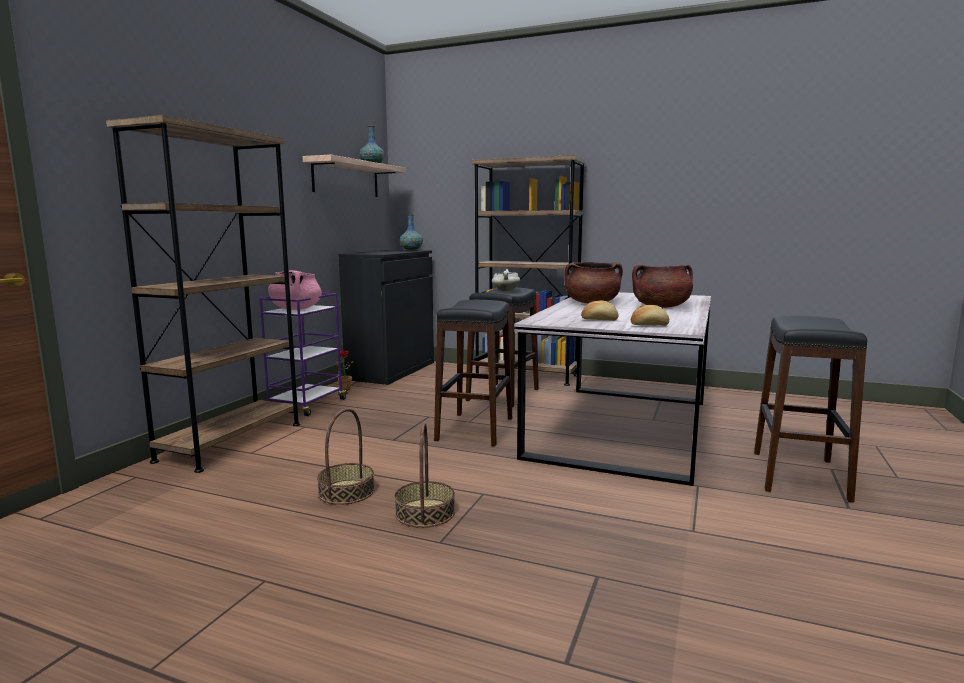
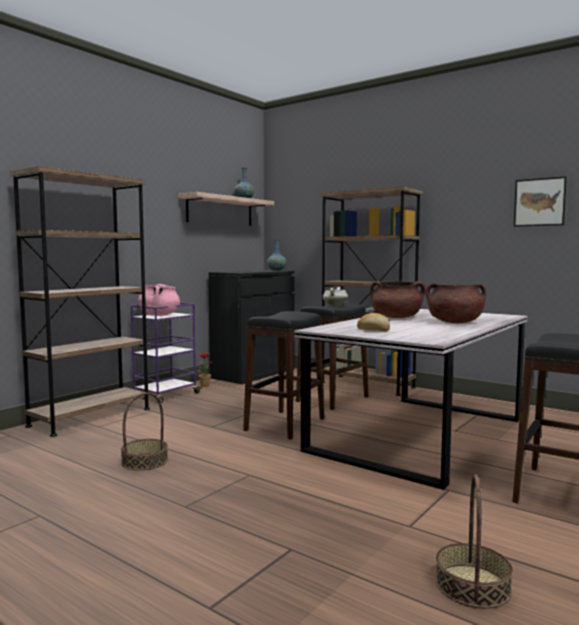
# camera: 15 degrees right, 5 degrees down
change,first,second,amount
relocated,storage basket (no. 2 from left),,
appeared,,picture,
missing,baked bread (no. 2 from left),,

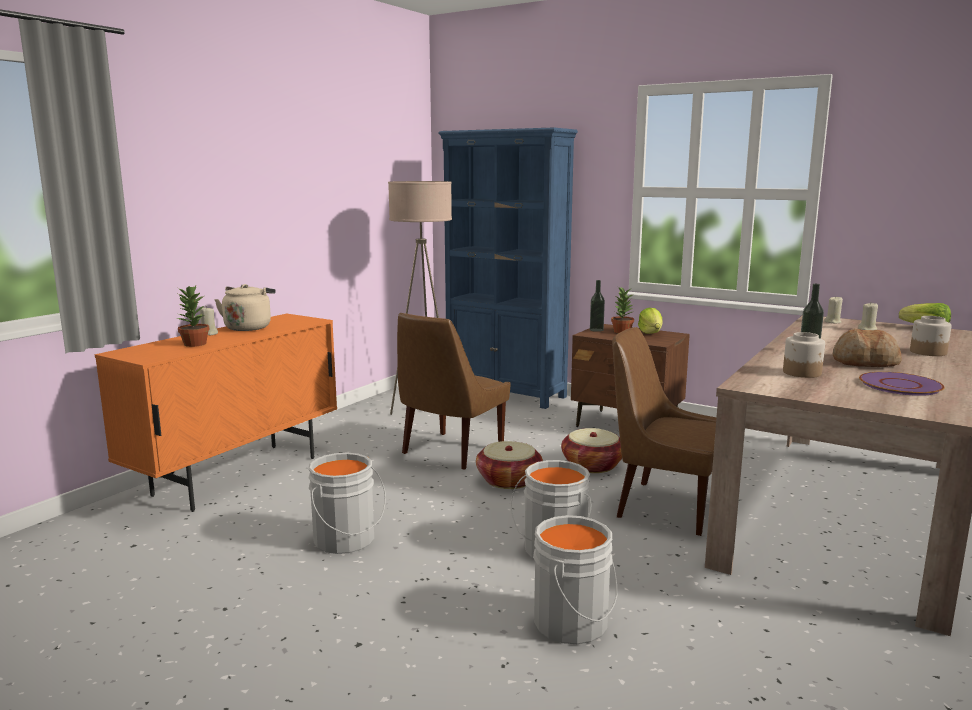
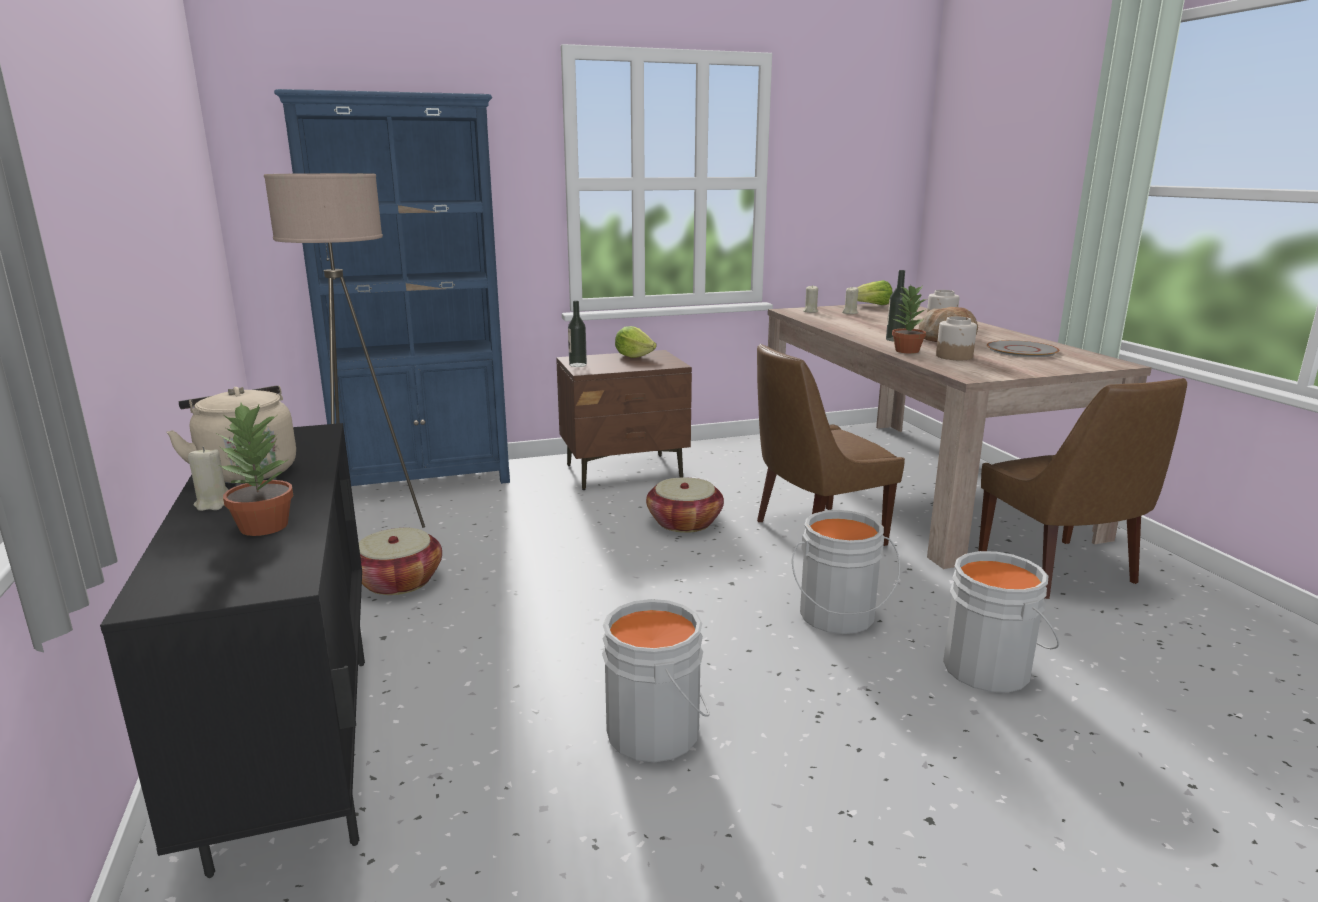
# camera: 50 degrees left, 5 degrees up
change,first,second,amount
colour,orange cupboard,black-coloured cupboard,
relocated,storage basket (no. 1 from left),,
relocated,plant in a pot (no. 2 from left),,
relocated,brown-coloured chair (no. 1 from left in the first image),brown-coloured chair (no. 2 from left),
colour,purplish plate,gray plate,

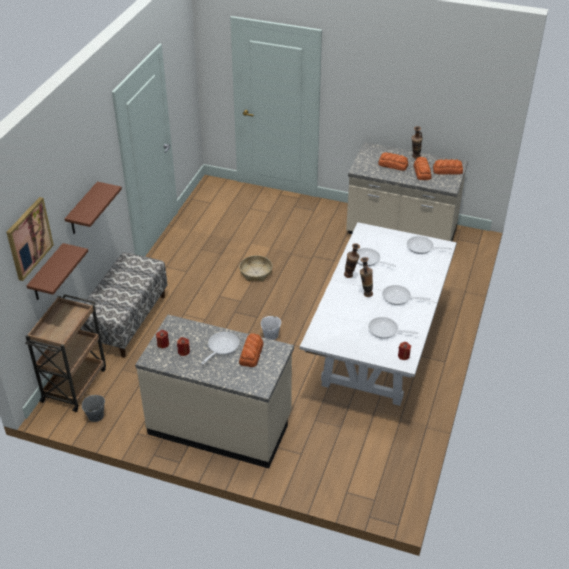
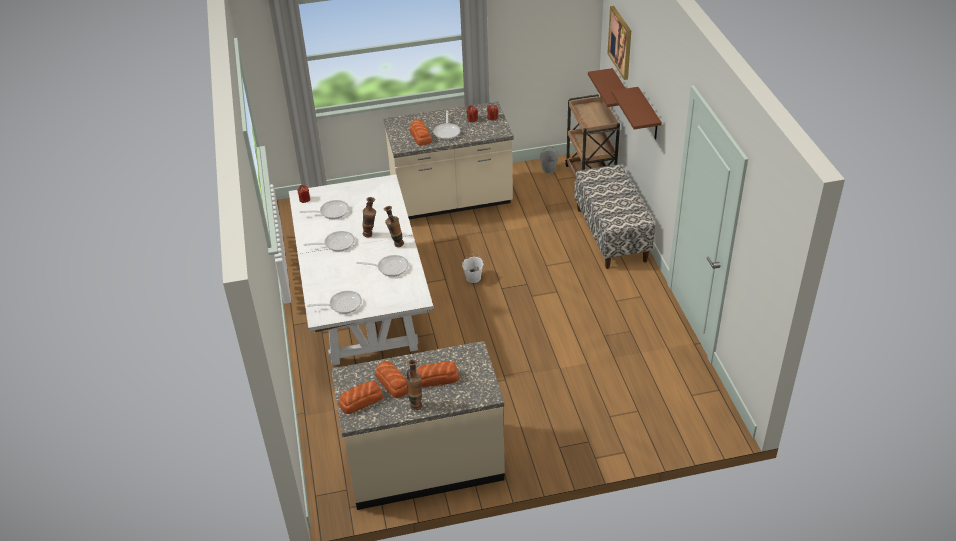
# camera: 150 degrees right, 0 degrees up
change,first,second,amount
missing,storage basket,,

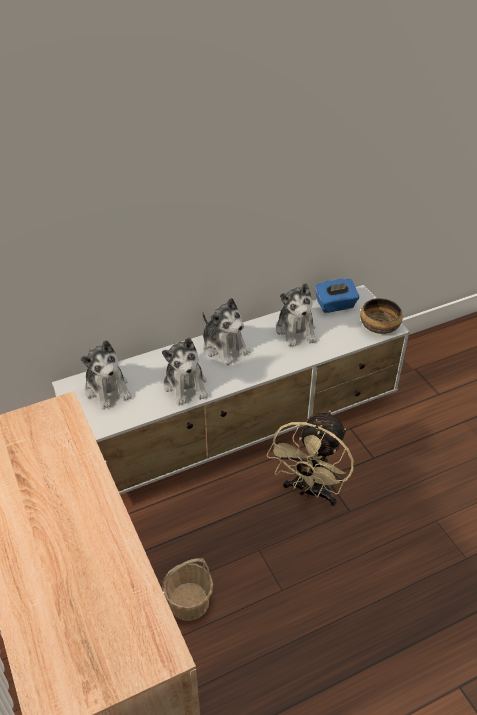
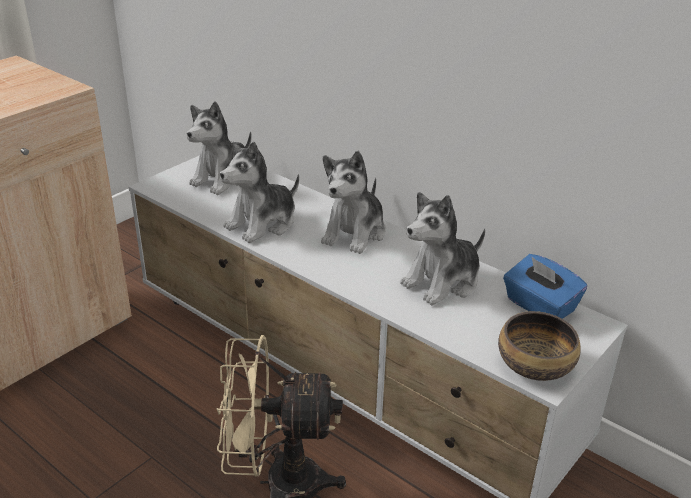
# camera: 65 degrees right, 10 degrees down
change,first,second,amount
missing,storage basket,,

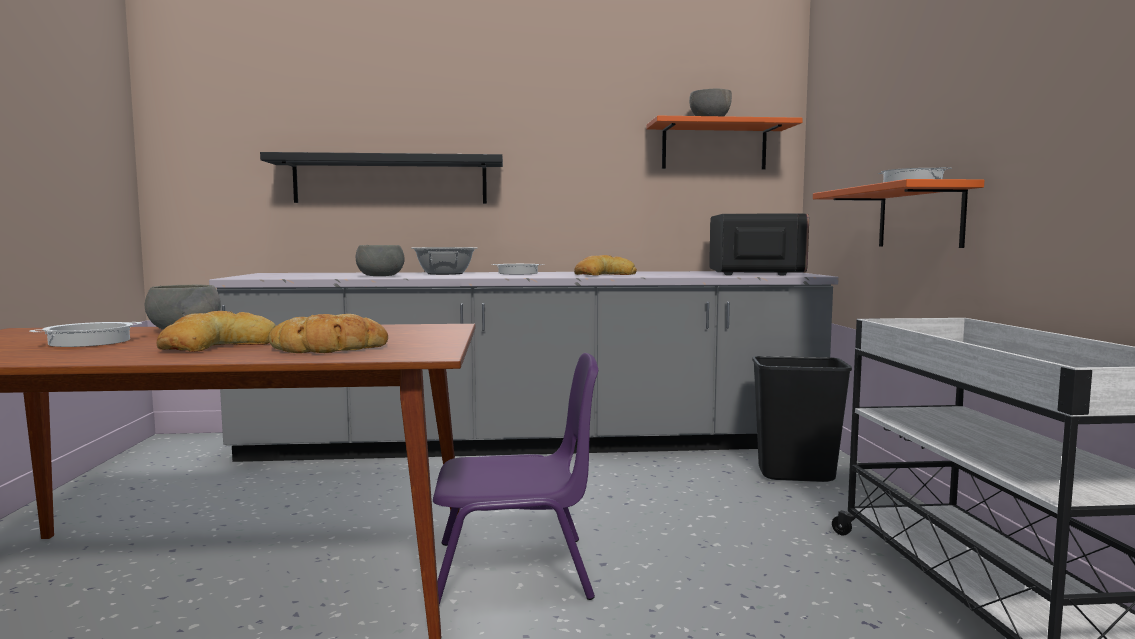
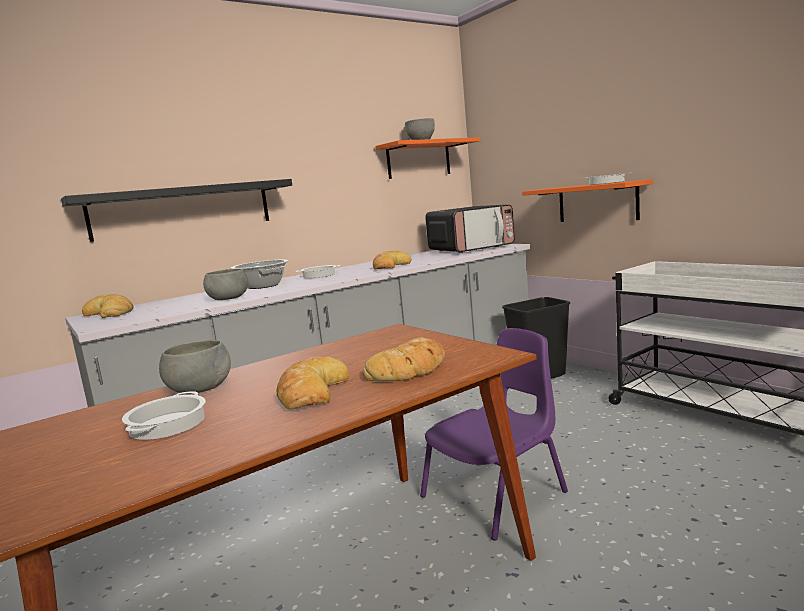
# camera: 30 degrees left, 5 degrees up
change,first,second,amount
appeared,,baked bread (no. 1 from left),
spun,kitchen microwave,,90 degrees clockwise

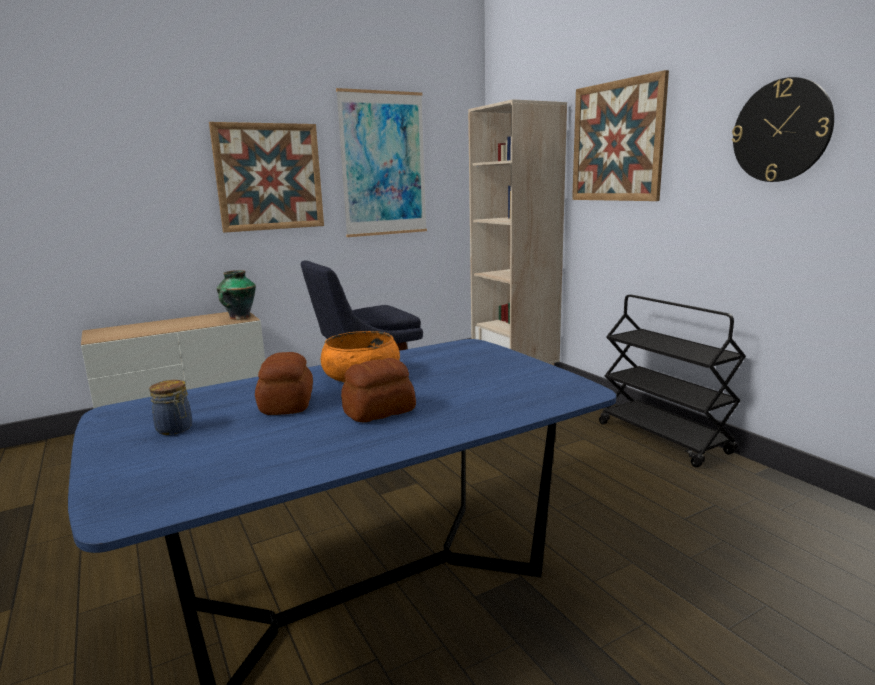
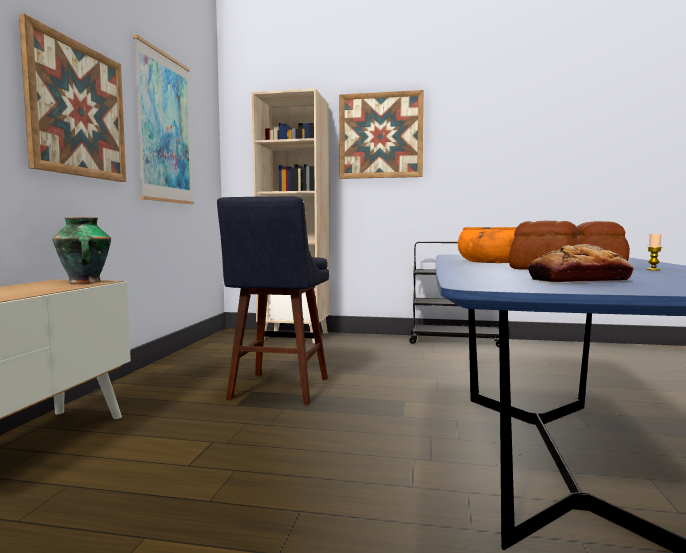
# camera: 50 degrees left, 10 degrees down
change,first,second,amount
exchanged,storage jar,baked bread (no. 2 from left),
appeared,,wax light,
missing,clock on the wall,,

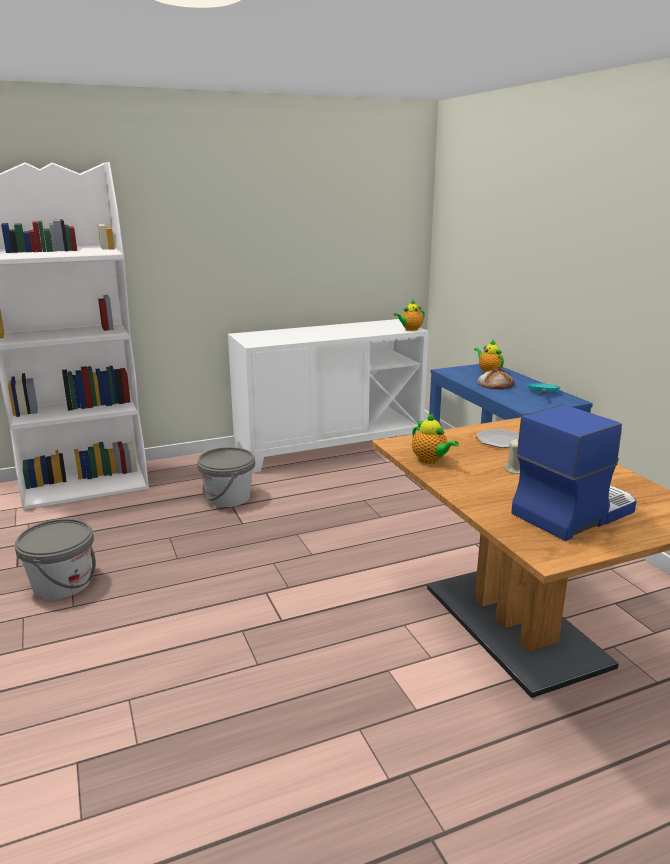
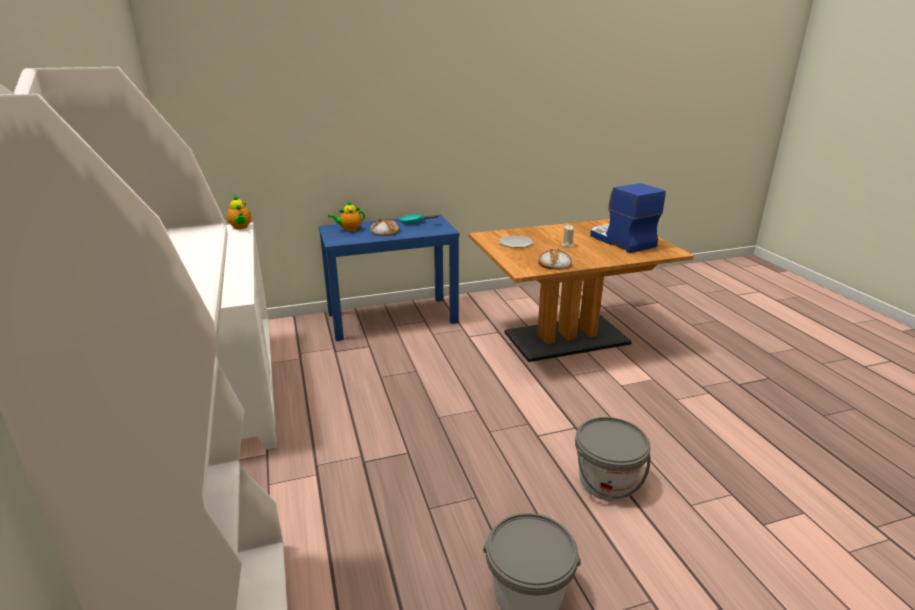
# camera: 85 degrees left, 5 degrees up
change,first,second,amount
exchanged,tea pot (no. 2 from left),baked bread (no. 2 from left),
relocated,gray pail (no. 2 from left),,

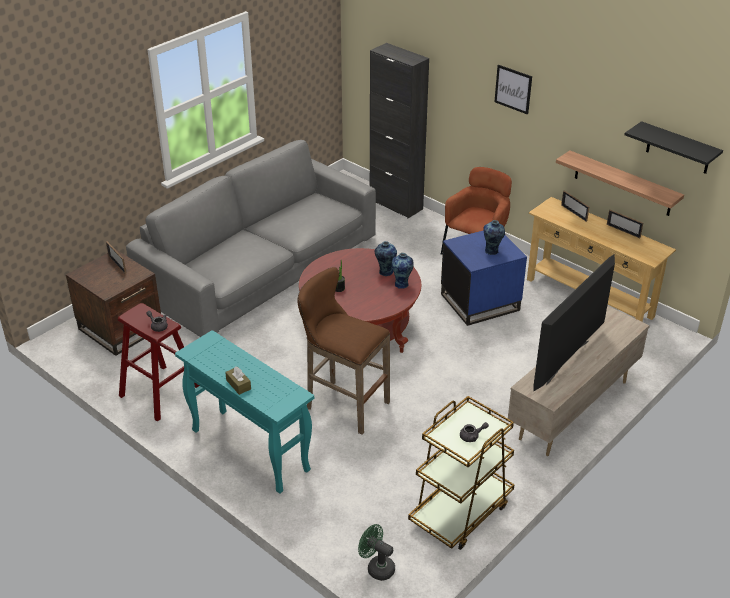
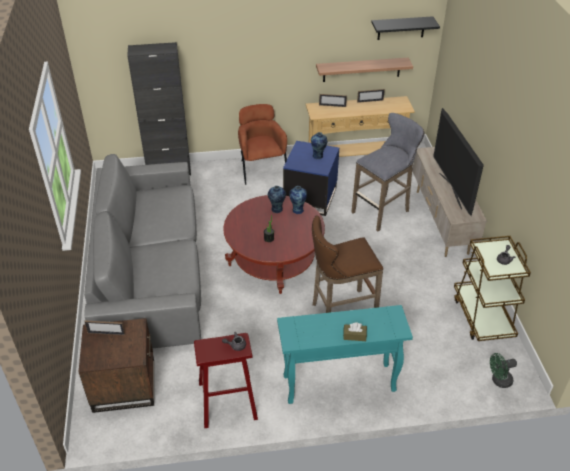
# camera: 50 degrees left, 5 degrees up
change,first,second,amount
appeared,,gray stool seat,
missing,picture,,

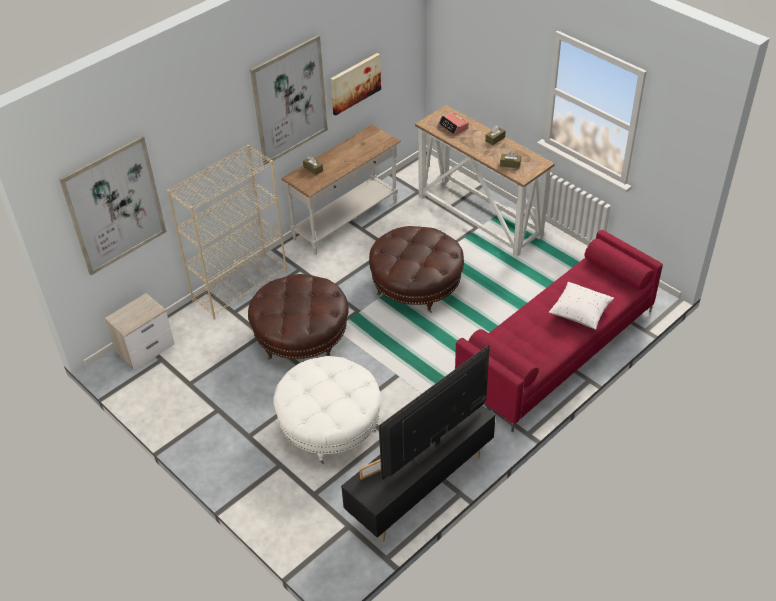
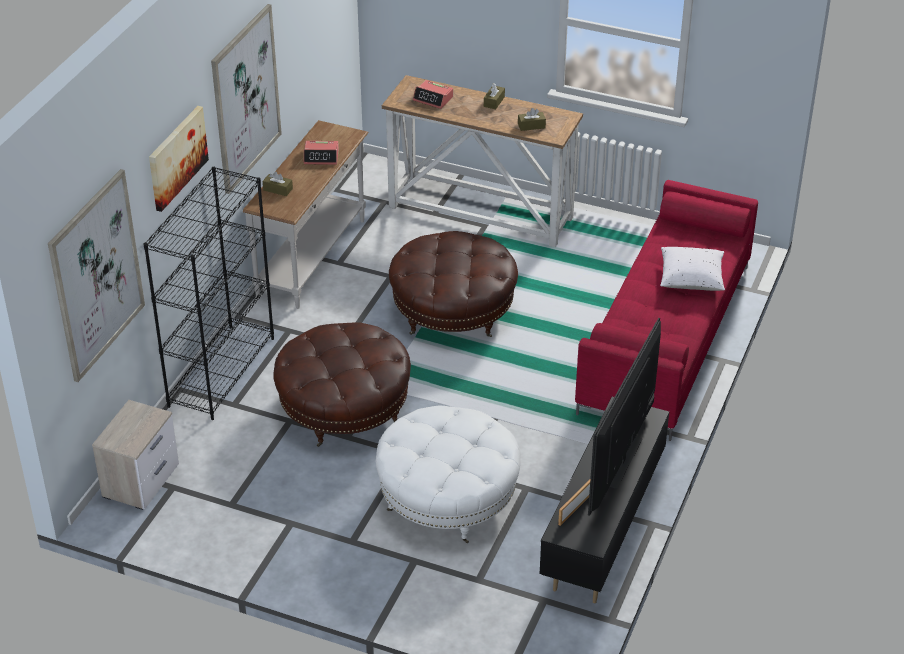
# camera: 25 degrees left, 5 degrees down
change,first,second,amount
colour,beige bookcase,black-coloured bookcase,
relocated,picture (no. 3 from left in the first image),picture (no. 2 from left),
appeared,,bedside clock (no. 1 from left),

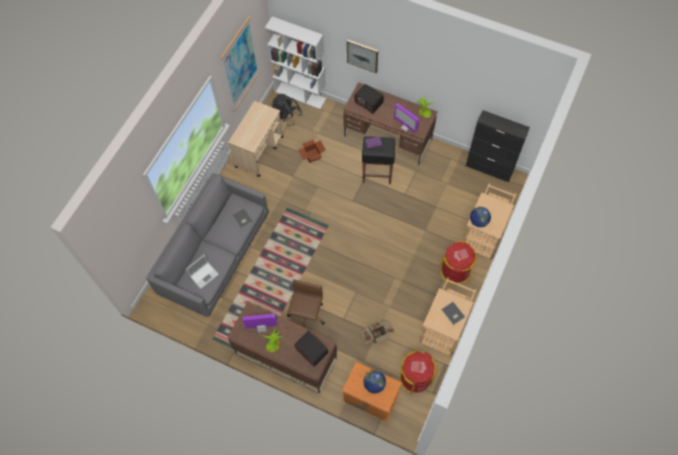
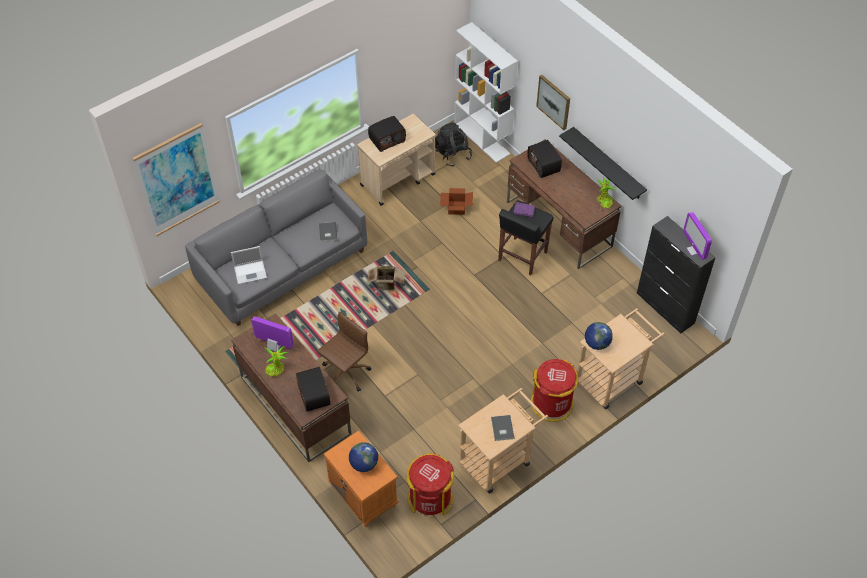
# camera: 25 degrees right, 10 degrees down
change,first,second,amount
relocated,picture (no. 1 from left),,
relocated,carton (no. 2 from left in the first image),carton (no. 1 from left),
appeared,,radio receiver (no. 2 from left),
appeared,,black-coloured bracket shelf,
relocated,monitor (no. 2 from left),,

